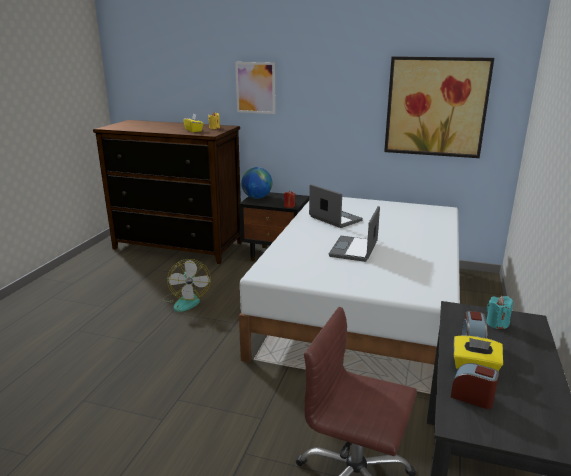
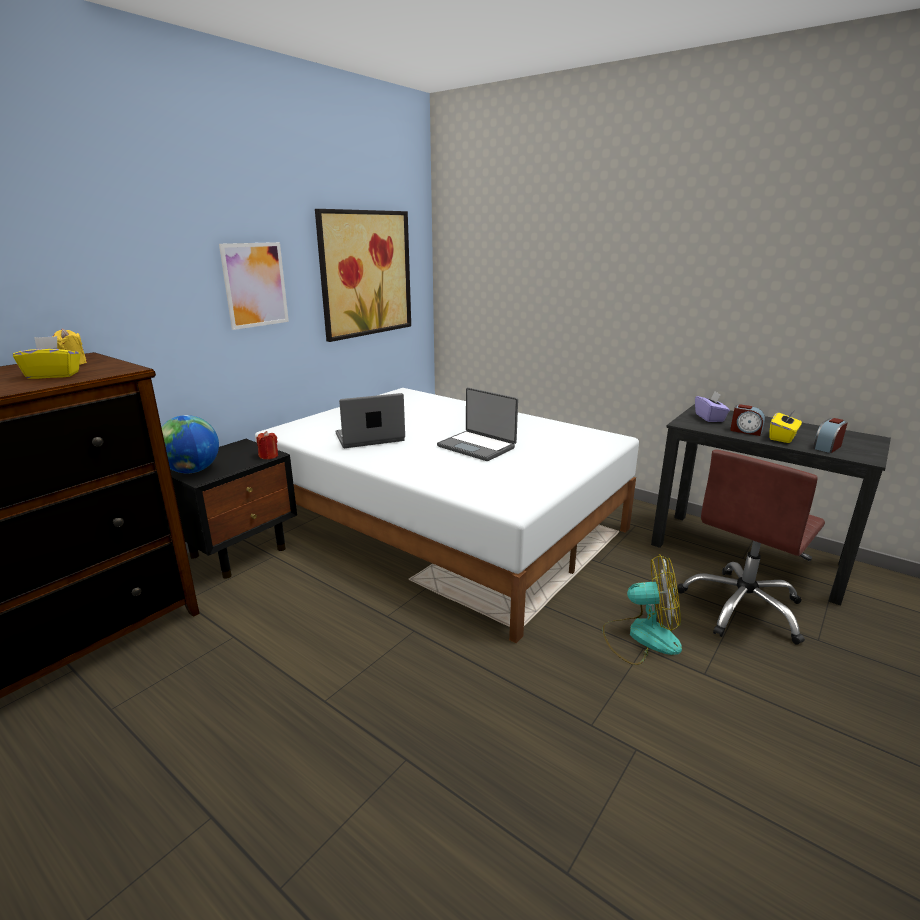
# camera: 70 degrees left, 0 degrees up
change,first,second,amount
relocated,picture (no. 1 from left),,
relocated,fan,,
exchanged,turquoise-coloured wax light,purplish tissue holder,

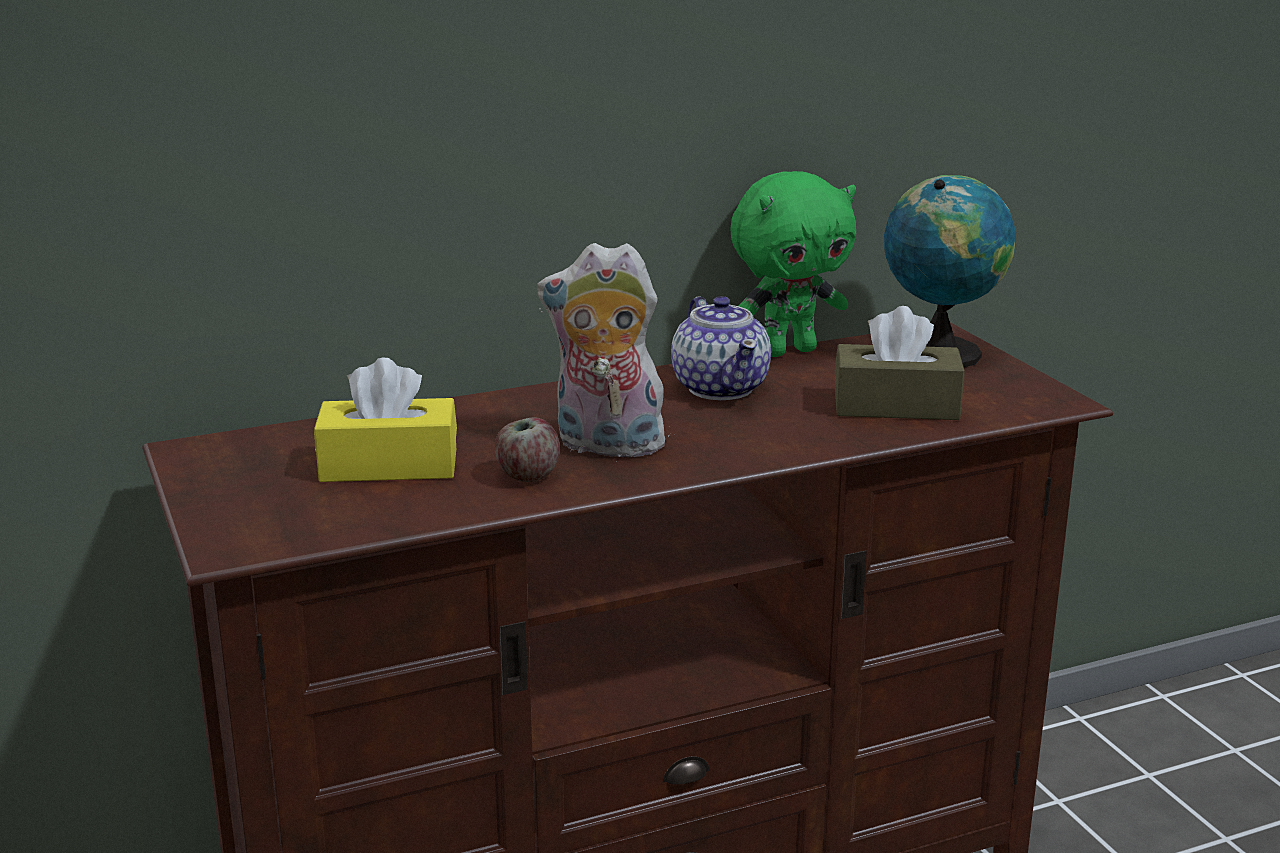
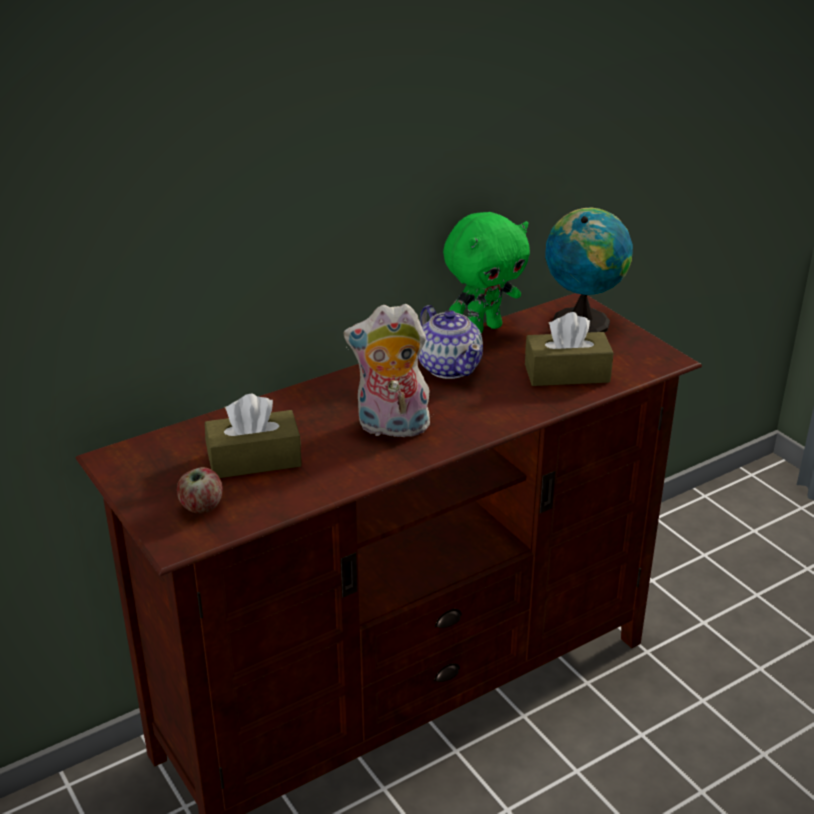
# camera: 10 degrees left, 10 degrees up
change,first,second,amount
relocated,whole apple,,
colour,yellowish tissue holder,brown-coloured tissue holder (no. 1 from left),

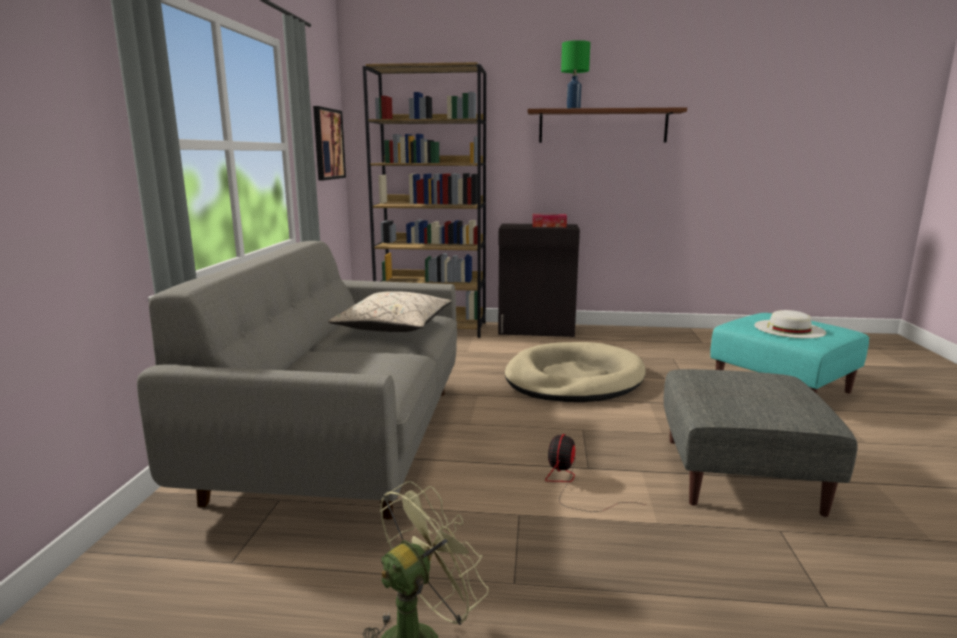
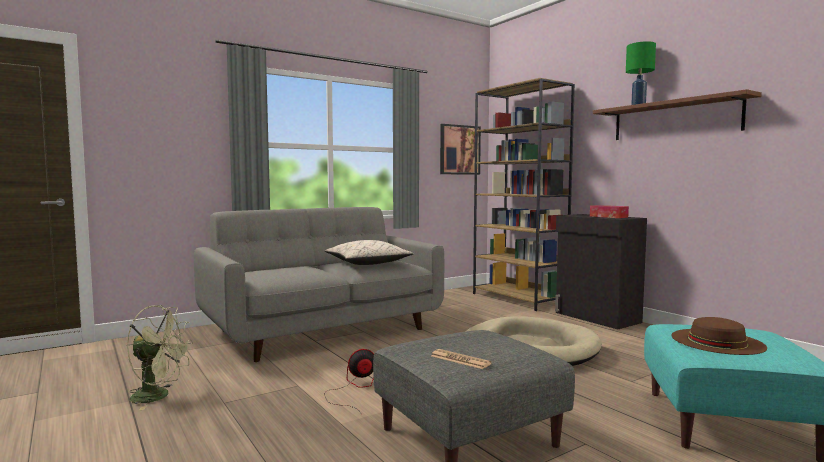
# camera: 50 degrees right, 10 degrees down
change,first,second,amount
appeared,,printed paper,
colour,white clothing hat,brown-coloured clothing hat,

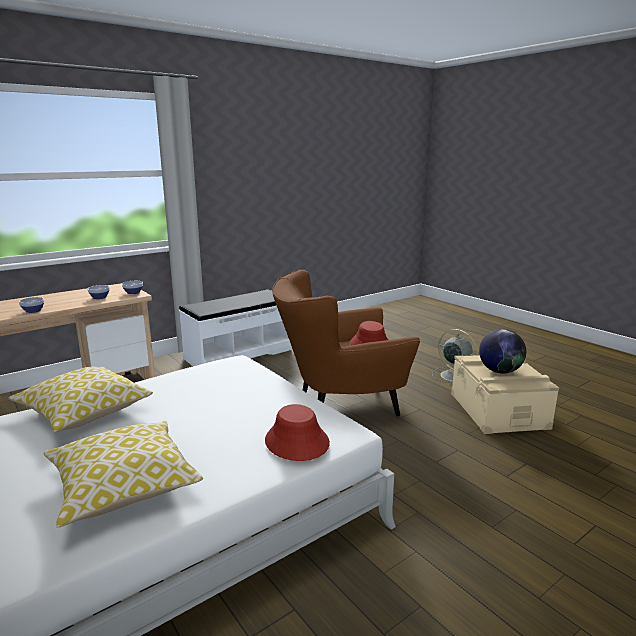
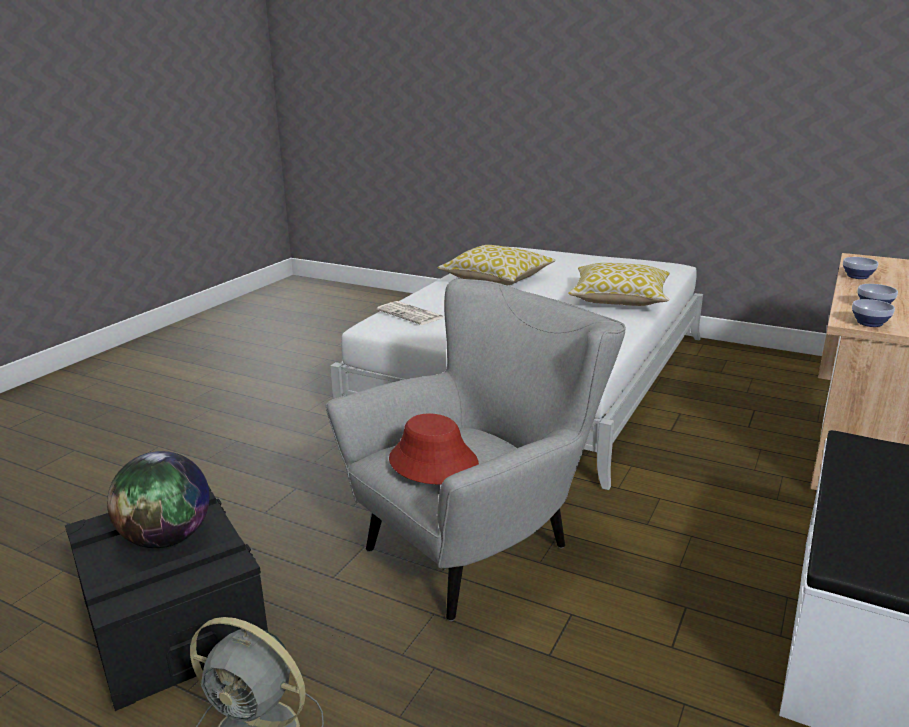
# camera: 155 degrees right, 5 degrees up
change,first,second,amount
colour,beige storage bin,black-coloured storage bin,
colour,brown-coloured easy chair,gray easy chair,
exchanged,red clothing hat (no. 1 from left),printed paper,

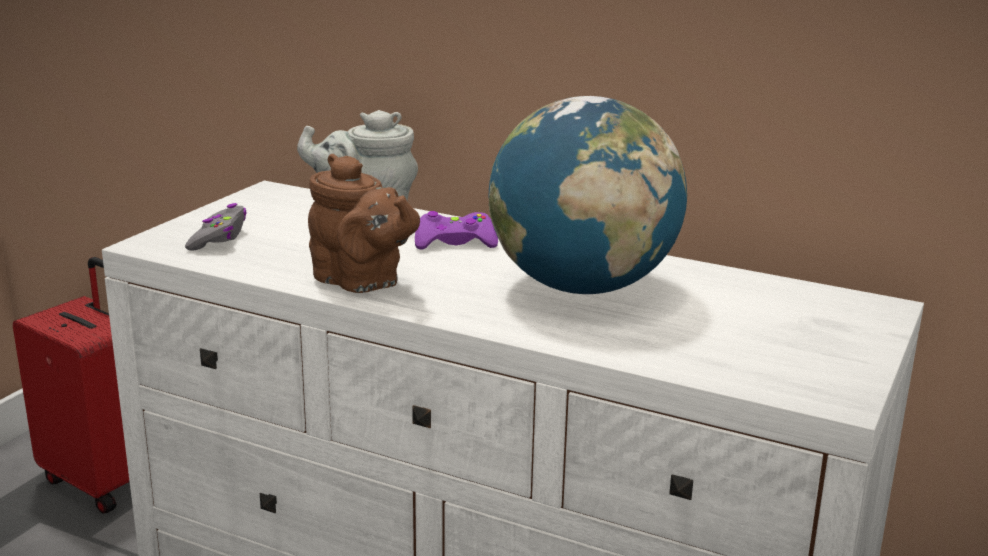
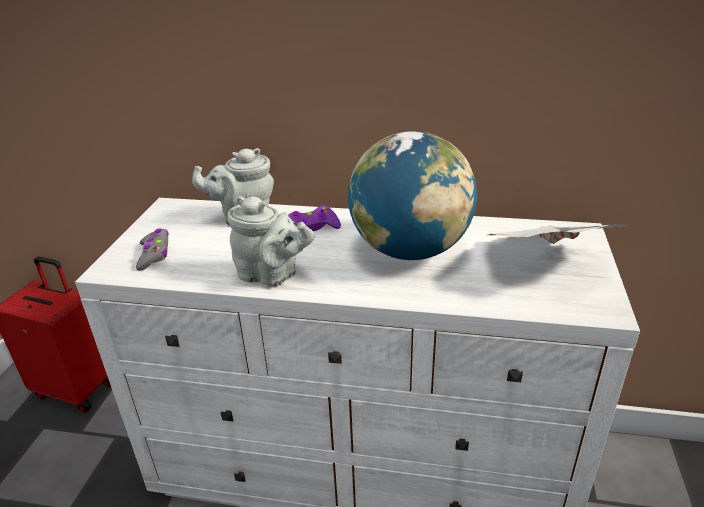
# camera: 15 degrees left, 10 degrees up
change,first,second,amount
colour,brown-coloured tea pot,gray tea pot (no. 2 from left),
appeared,,printed paper,

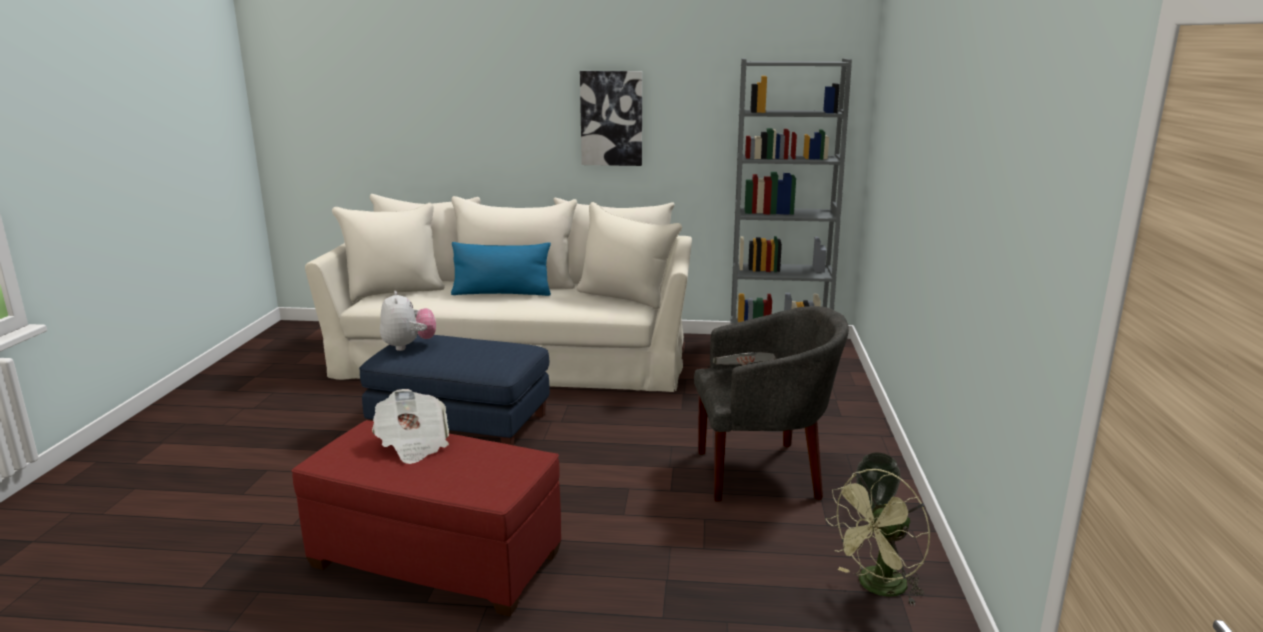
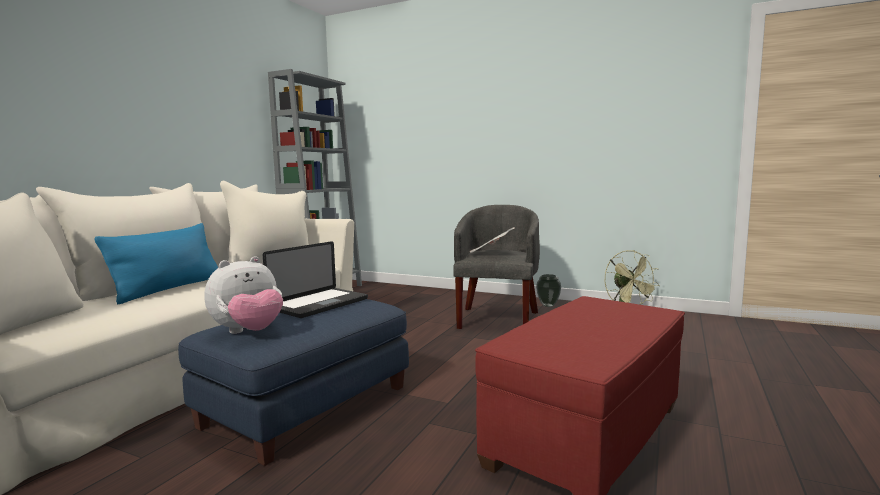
# camera: 70 degrees left, 10 degrees down
change,first,second,amount
spun,plush toy,,135 degrees clockwise
appeared,,portable computer,
missing,printed paper (no. 1 from left),,
missing,picture,,

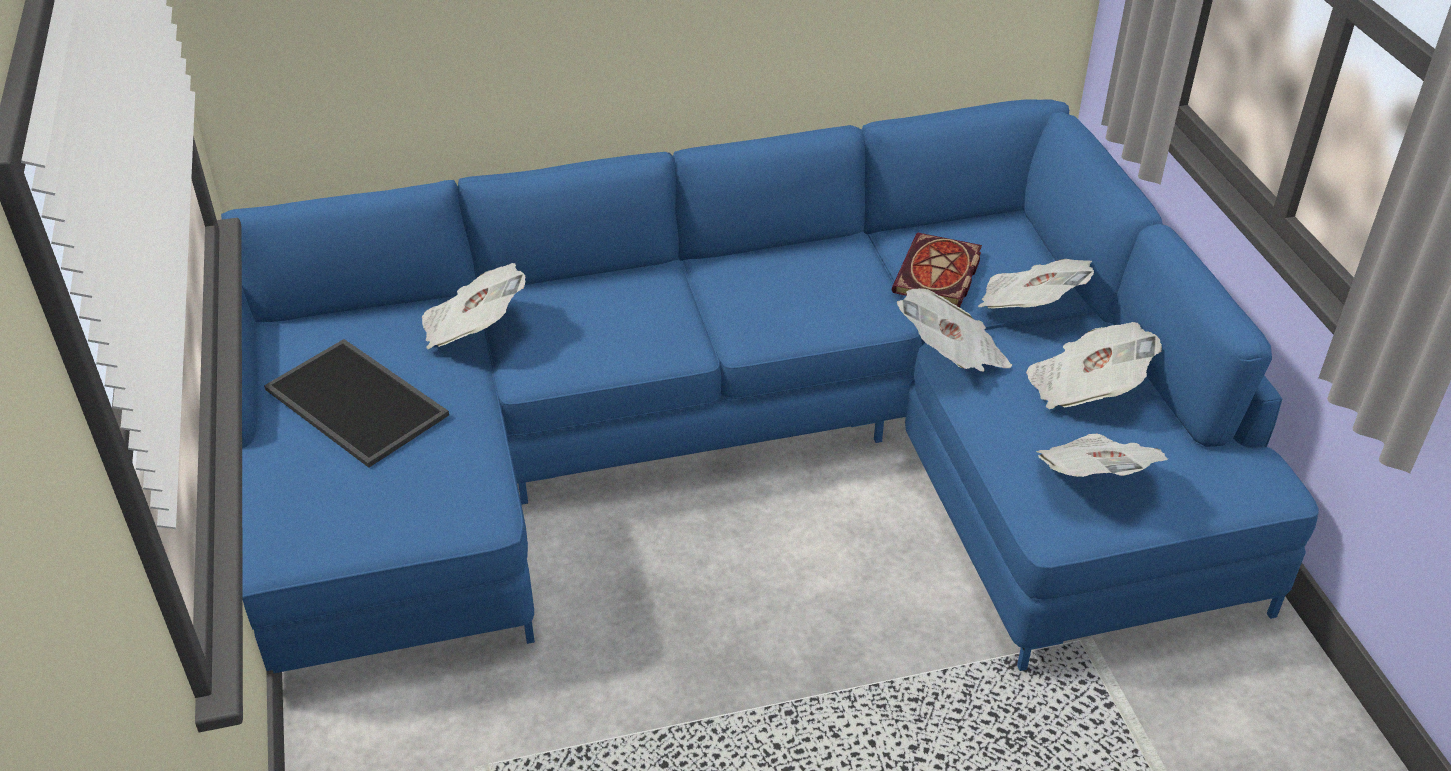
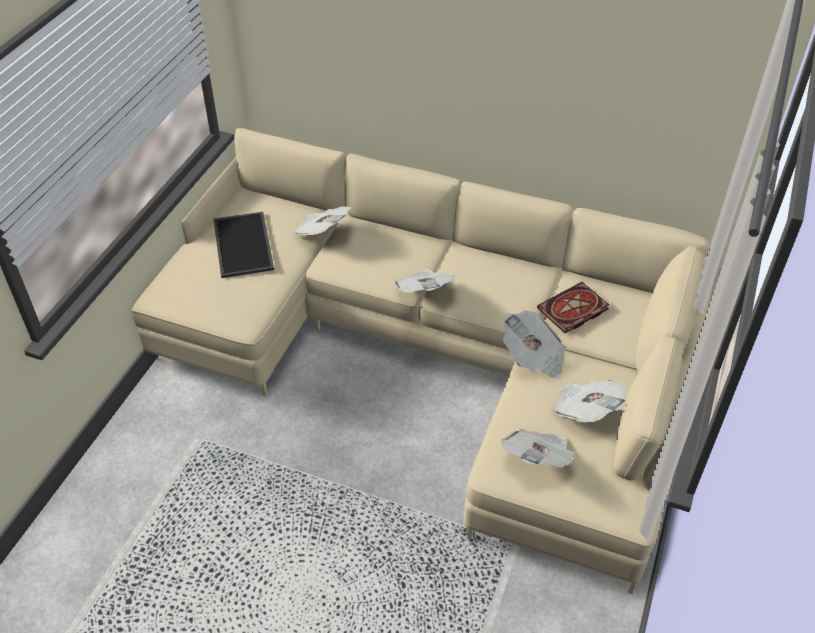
# camera: 35 degrees right, 5 degrees up
change,first,second,amount
colour,blue couch,beige couch,
relocated,printed paper (no. 3 from left in the first image),printed paper (no. 2 from left),

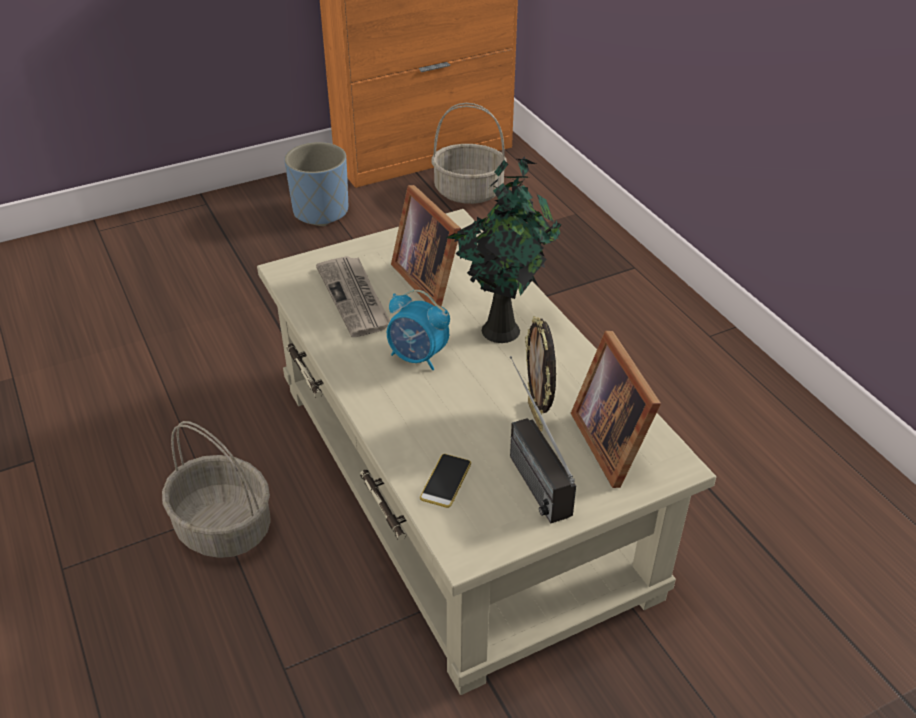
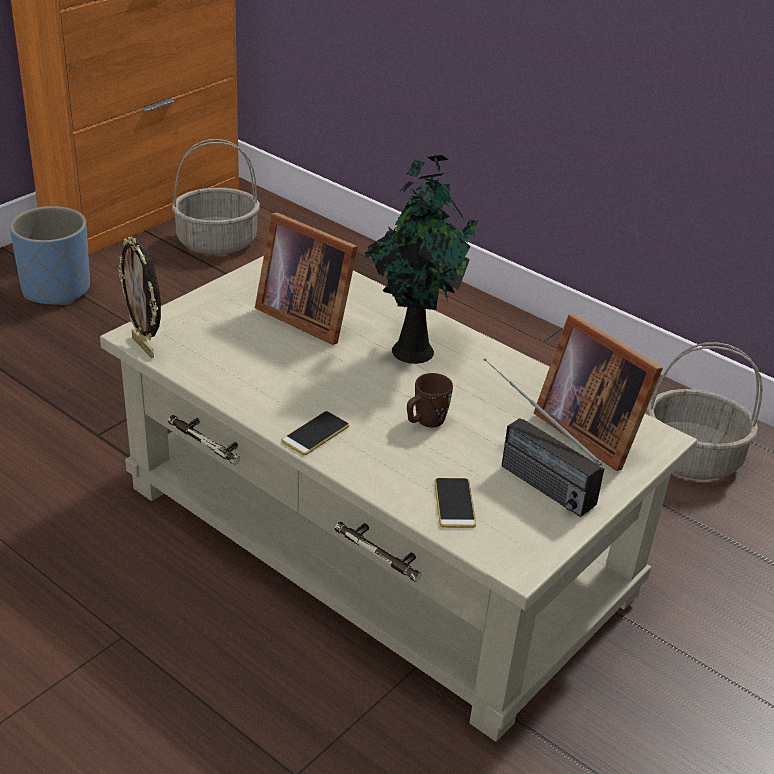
# camera: 25 degrees left, 5 degrees down
change,first,second,amount
relocated,standing frame (no. 2 from left in the first image),standing frame (no. 1 from left),
appeared,,handset (no. 1 from left),
appeared,,brown-coloured tea mug,
relocated,storage basket (no. 1 from left in the first image),storage basket (no. 2 from left),
missing,printed paper,,
missing,bedside clock,,

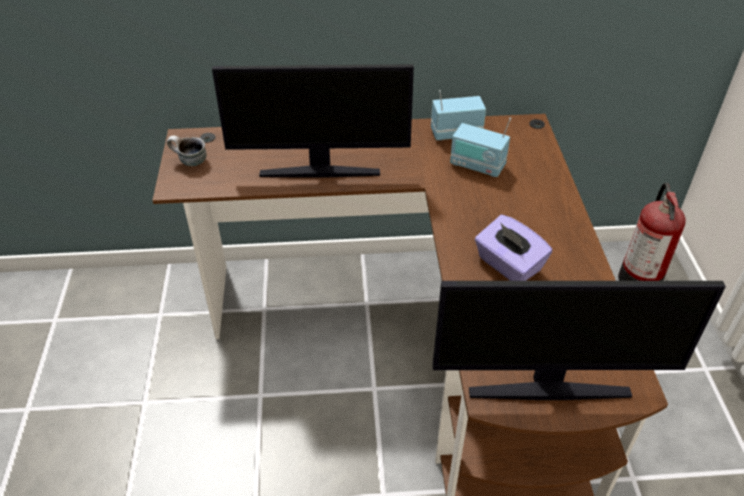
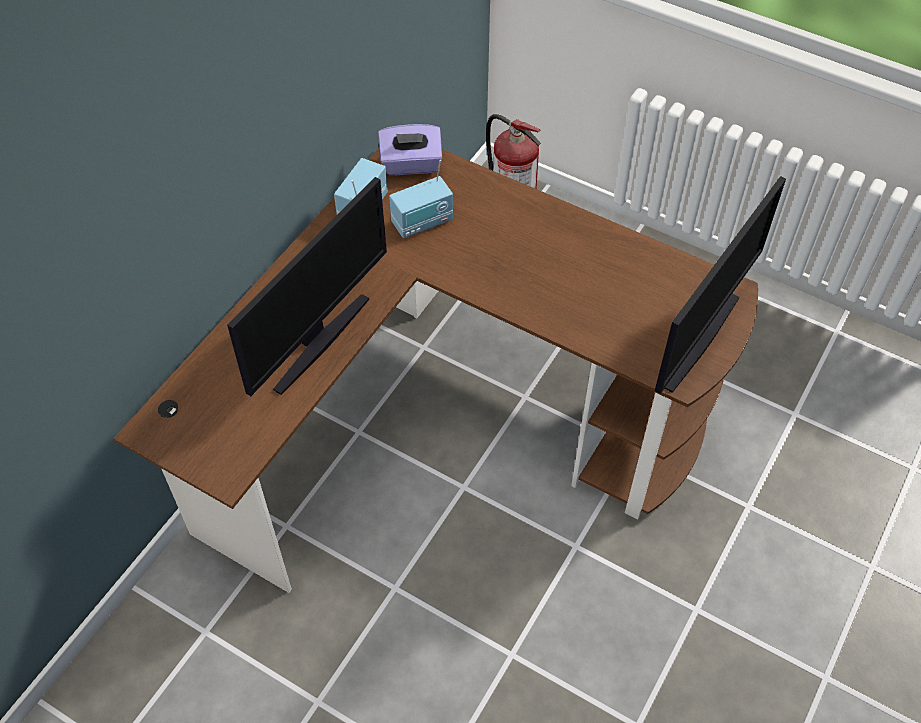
# camera: 55 degrees left, 10 degrees up
change,first,second,amount
relocated,purplish tissue holder,,
missing,tea mug,,

